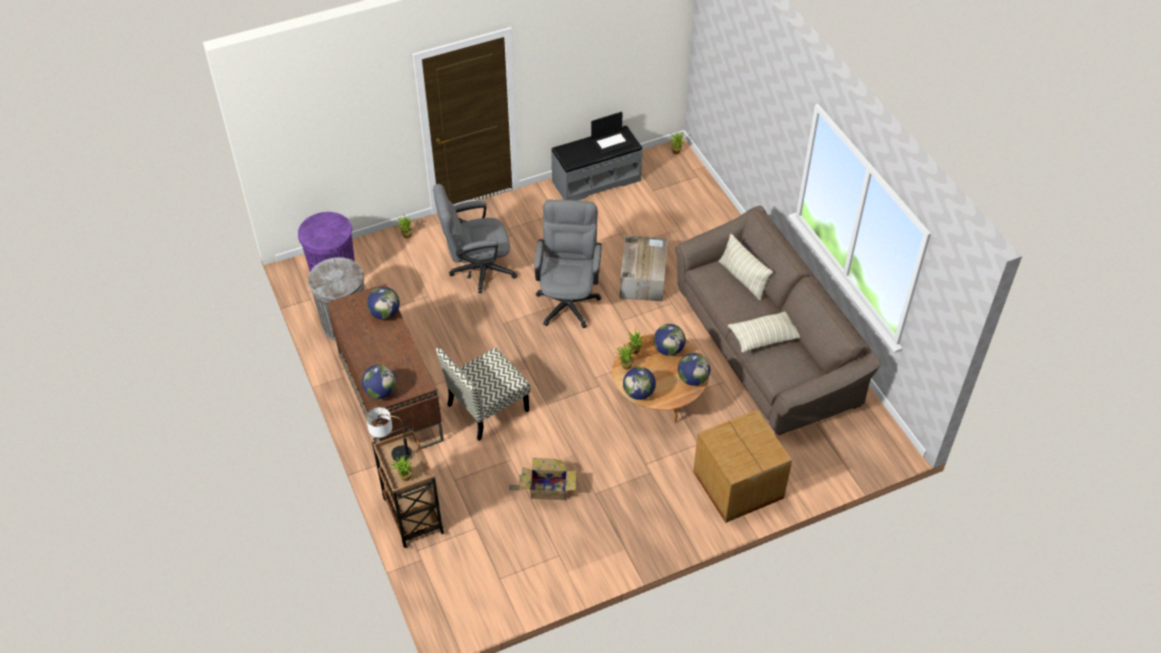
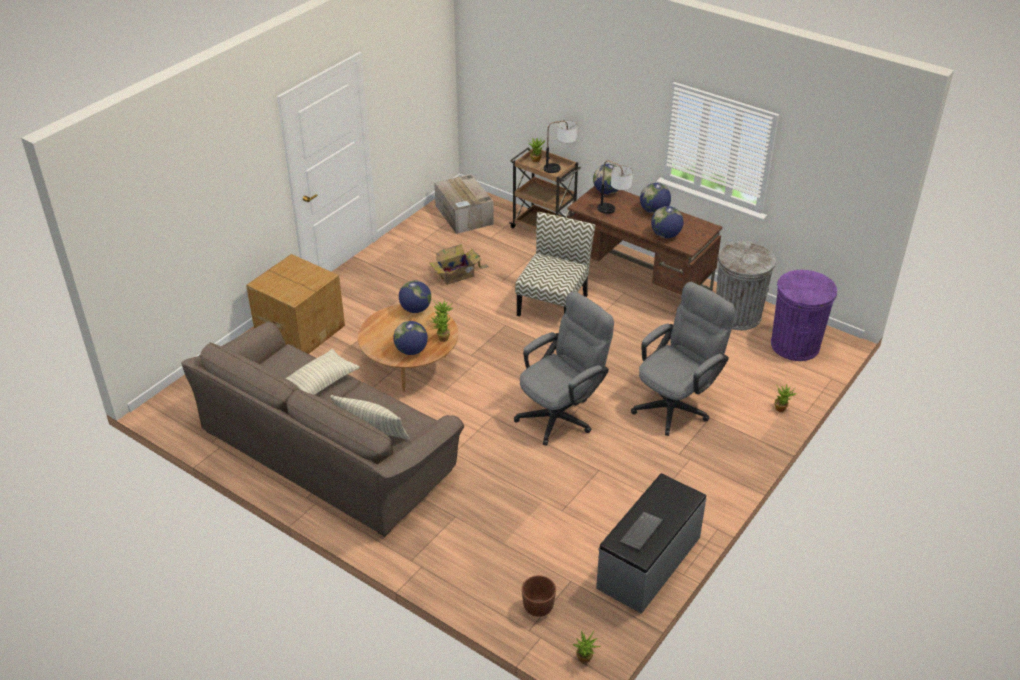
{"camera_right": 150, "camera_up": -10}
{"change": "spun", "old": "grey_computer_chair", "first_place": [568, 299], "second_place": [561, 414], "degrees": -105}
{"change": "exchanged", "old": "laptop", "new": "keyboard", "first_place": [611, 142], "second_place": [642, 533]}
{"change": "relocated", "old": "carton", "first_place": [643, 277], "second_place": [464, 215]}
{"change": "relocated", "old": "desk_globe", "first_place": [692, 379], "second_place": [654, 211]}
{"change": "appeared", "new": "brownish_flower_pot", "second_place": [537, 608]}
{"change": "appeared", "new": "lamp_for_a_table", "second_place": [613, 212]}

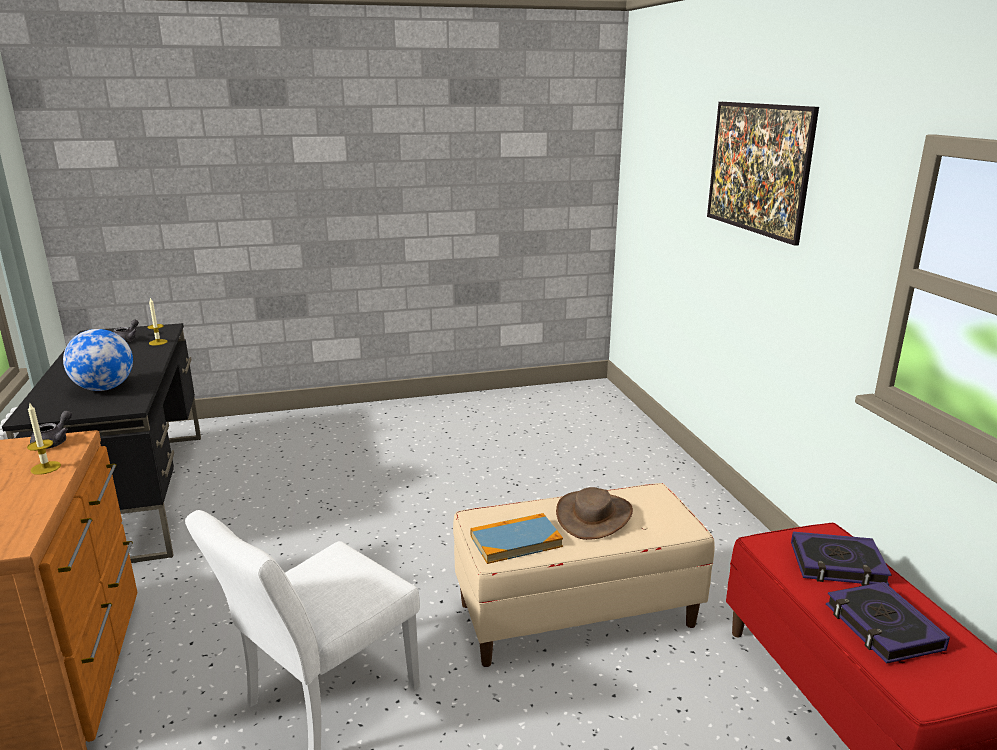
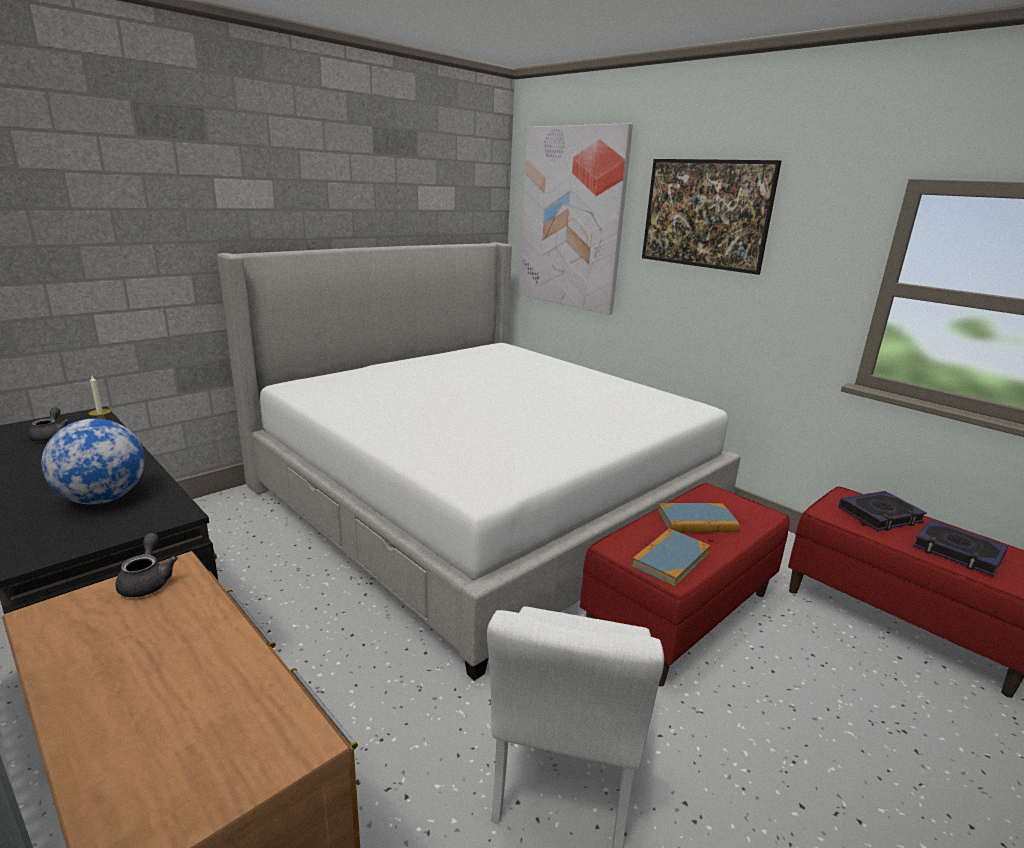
{"camera_right": -30, "camera_up": 0}
{"change": "missing", "old": "wax_light", "first_place": [46, 468]}
{"change": "colour", "old": "beige_bench", "new": "red-coloured_bench", "first_place": [576, 614], "second_place": [679, 613]}
{"change": "exchanged", "old": "brownish_wearable_hat", "new": "volume", "first_place": [594, 516], "second_place": [696, 521]}
{"change": "appeared", "new": "bedroom_bed", "second_place": [484, 501]}
{"change": "appeared", "new": "picture", "second_place": [571, 219]}

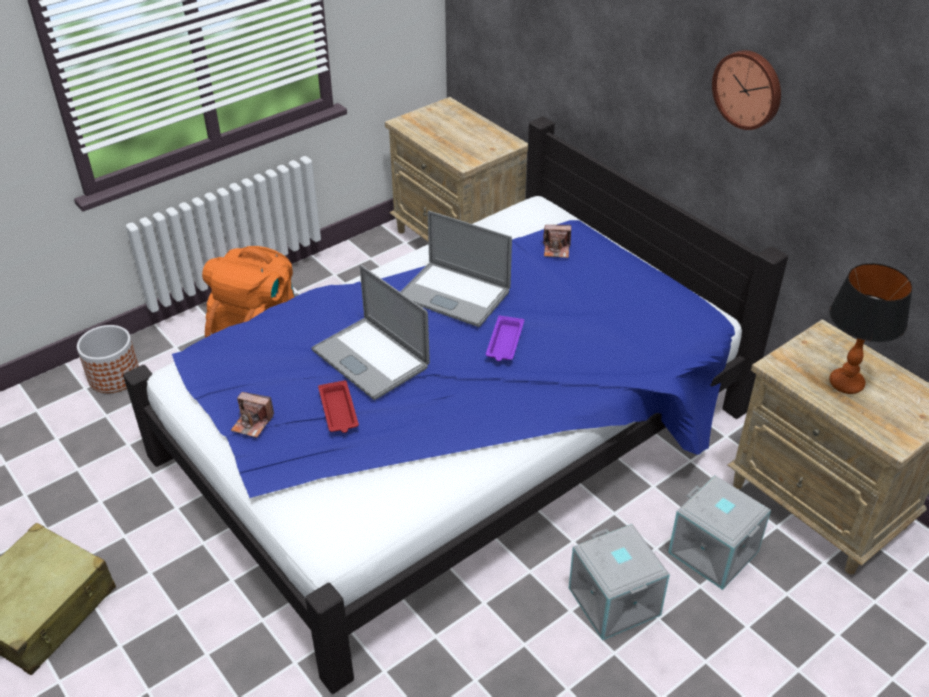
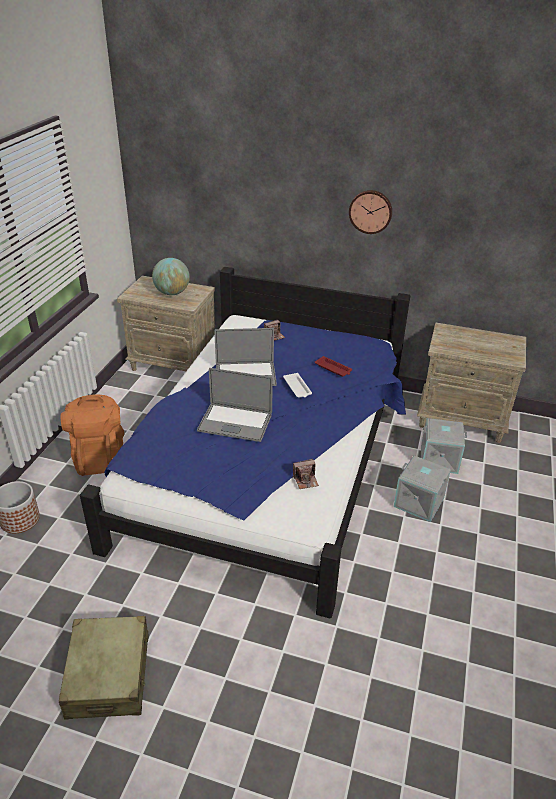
{"camera_right": -35, "camera_up": -5}
{"change": "relocated", "old": "photo_camera", "first_place": [252, 423], "second_place": [305, 480]}
{"change": "relocated", "old": "red-coloured_tray", "first_place": [338, 411], "second_place": [333, 369]}
{"change": "colour", "old": "purplish_tray", "new": "white-coloured_tray", "first_place": [504, 342], "second_place": [297, 388]}
{"change": "missing", "old": "lamp_for_a_table", "first_place": [846, 384]}
{"change": "appeared", "new": "desk_globe", "second_place": [172, 293]}

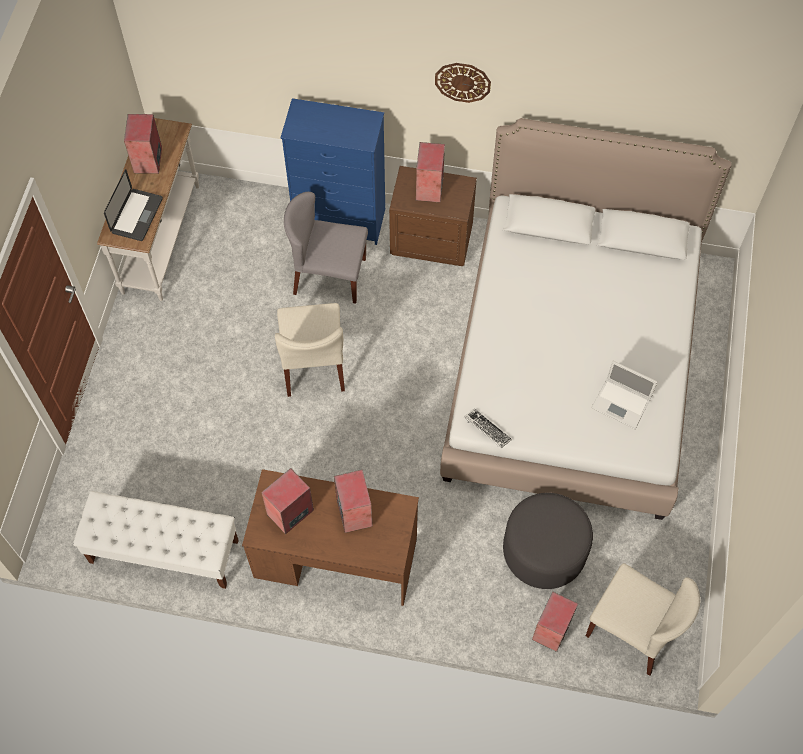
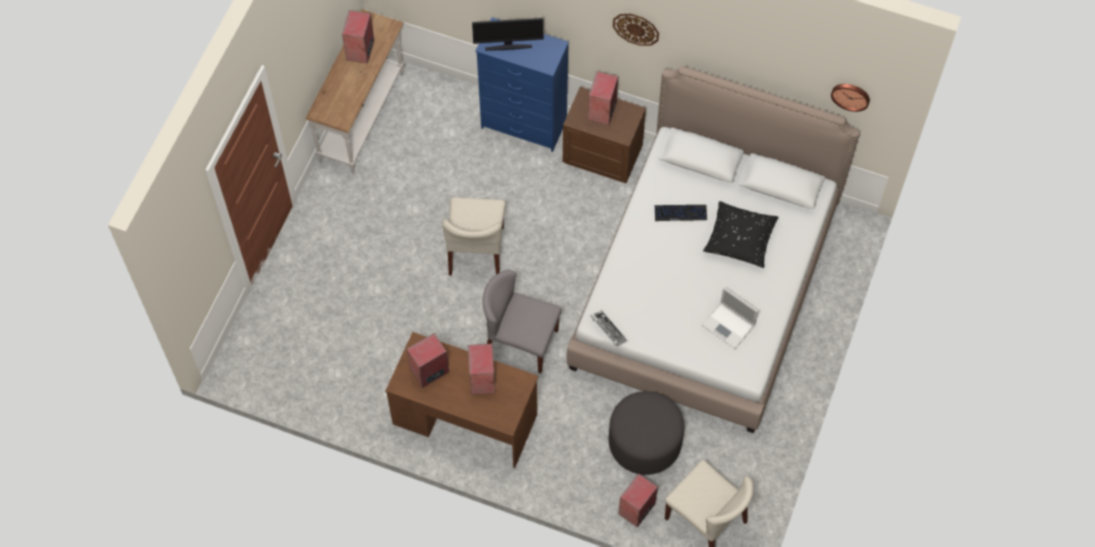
{"camera_right": 10, "camera_up": 0}
{"change": "missing", "old": "white-coloured_bench", "first_place": [163, 551]}
{"change": "missing", "old": "laptop", "first_place": [137, 215]}
{"change": "relocated", "old": "grey_chair", "first_place": [329, 276], "second_place": [520, 342]}
{"change": "appeared", "new": "computer_display", "second_place": [508, 46]}
{"change": "appeared", "new": "keyboard", "second_place": [680, 213]}
{"change": "appeared", "new": "black_pillow", "second_place": [740, 238]}
{"change": "appeared", "new": "wall_clock", "second_place": [851, 95]}

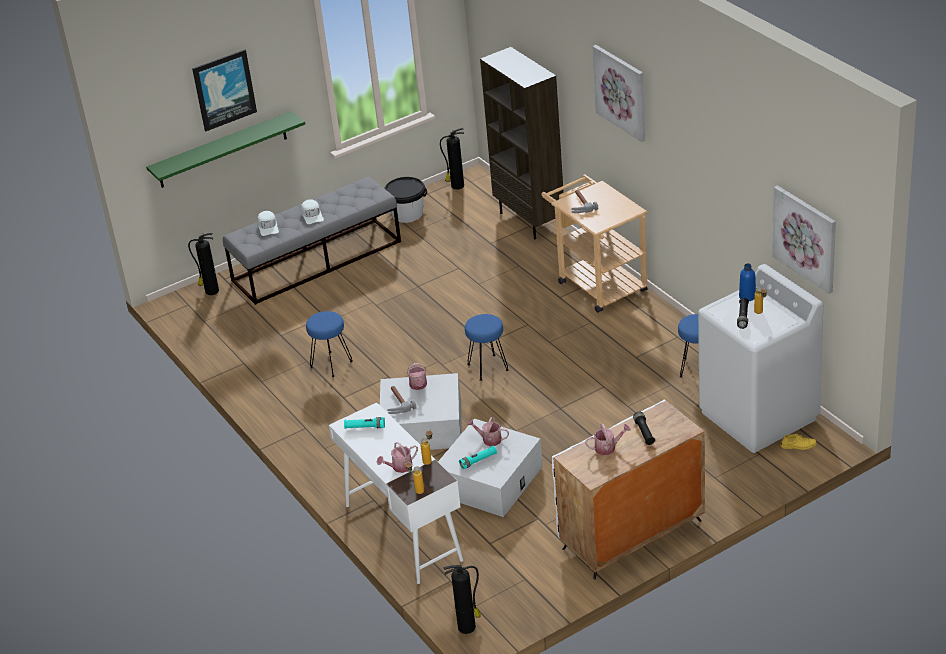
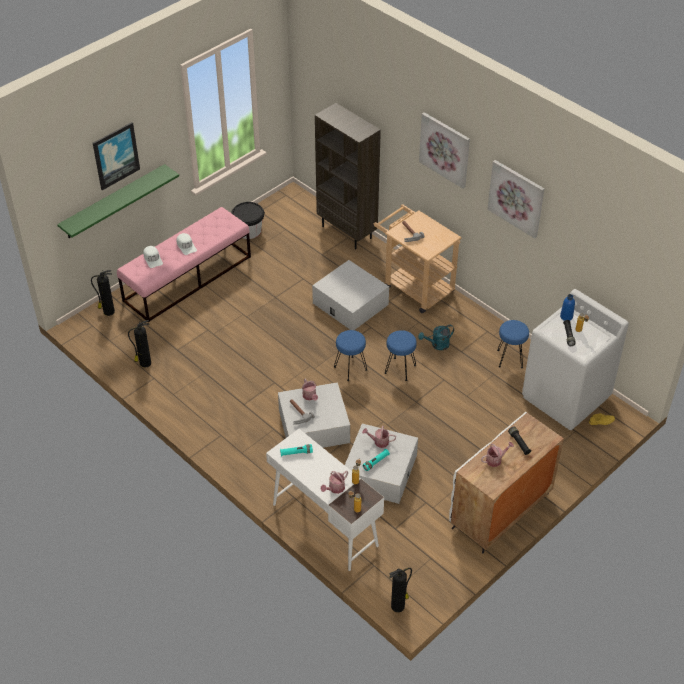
{"camera_right": -15, "camera_up": 10}
{"change": "colour", "old": "grey_bench", "new": "pinkish_bench", "first_place": [317, 261], "second_place": [188, 278]}
{"change": "relocated", "old": "blue-coloured_sitting_stool", "first_place": [331, 364], "second_place": [400, 369]}
{"change": "relocated", "old": "extinguisher", "first_place": [456, 186], "second_place": [144, 363]}
{"change": "relocated", "old": "picture", "first_place": [805, 238], "second_place": [516, 198]}
{"change": "appeared", "new": "white-coloured_storage_bin", "second_place": [350, 304]}
{"change": "appeared", "new": "turquoise-coloured_watering_pot", "second_place": [437, 345]}

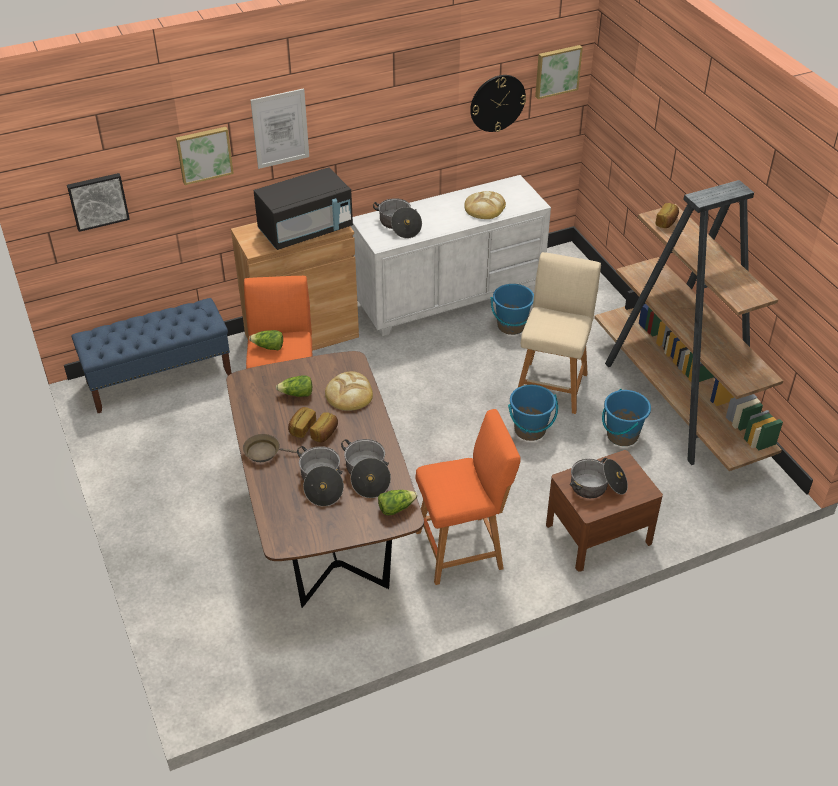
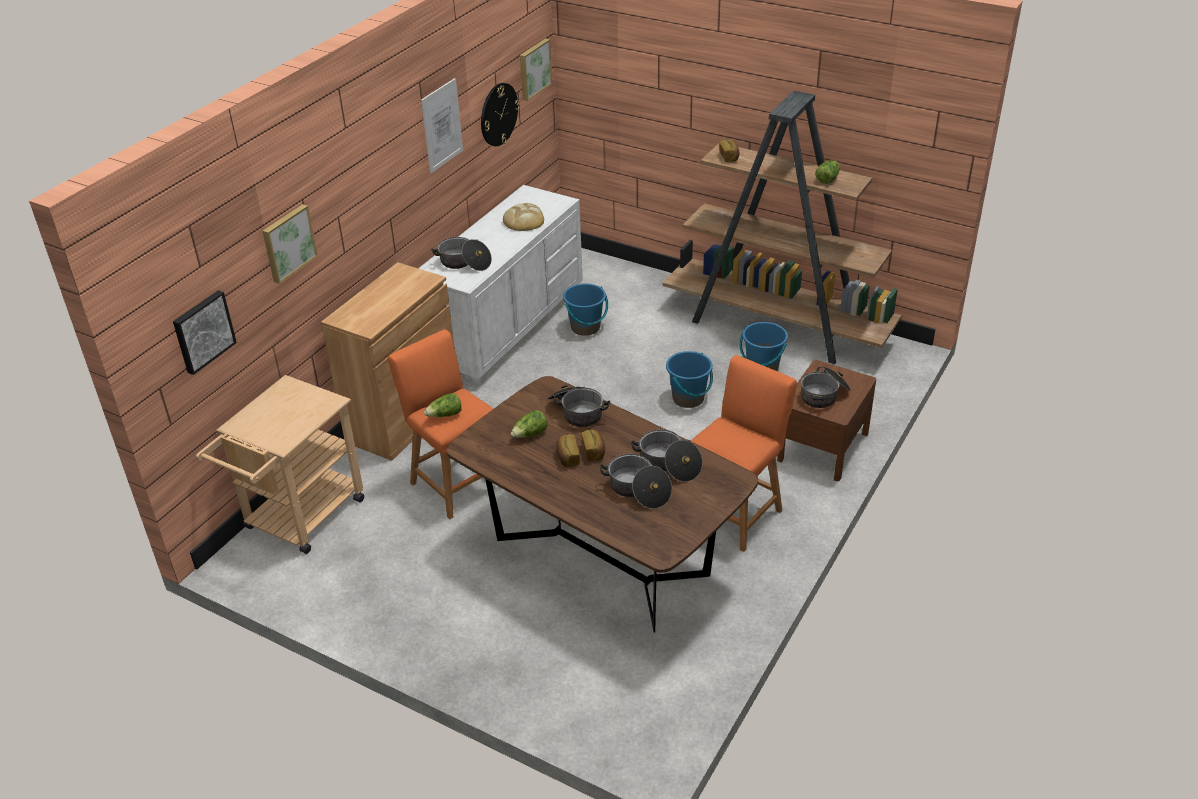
{"camera_right": -35, "camera_up": -5}
{"change": "exchanged", "old": "blue-coloured_bench", "new": "beige_trolley", "first_place": [159, 378], "second_place": [298, 520]}
{"change": "missing", "old": "brownish_frying_pan", "first_place": [265, 452]}
{"change": "relocated", "old": "picture", "first_place": [280, 128], "second_place": [442, 125]}
{"change": "missing", "old": "black_microwave", "first_place": [306, 230]}
{"change": "exchanged", "old": "baked_bread", "new": "saucepot", "first_place": [349, 394], "second_place": [577, 412]}
{"change": "relocated", "old": "head_of_lettuce", "first_place": [396, 508], "second_place": [827, 179]}
{"change": "missing", "old": "beige_sitting_stool", "first_place": [552, 384]}

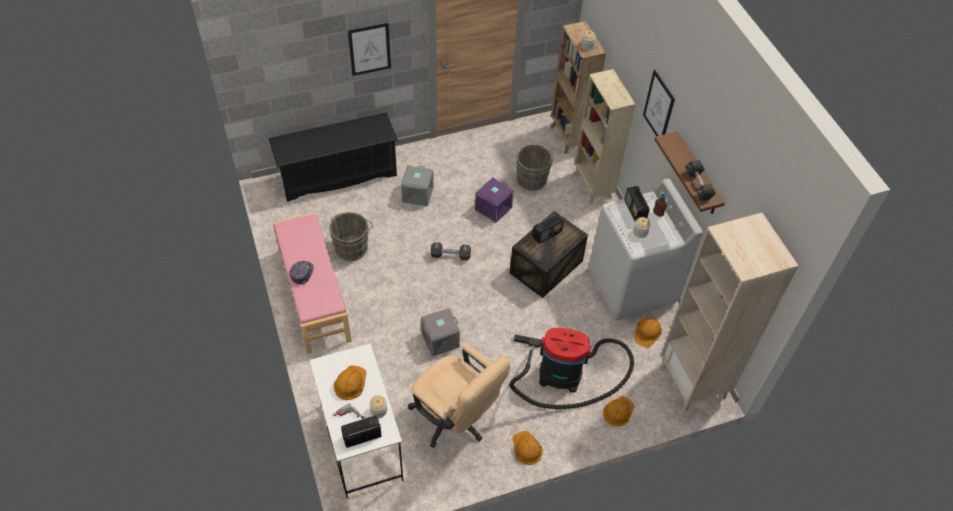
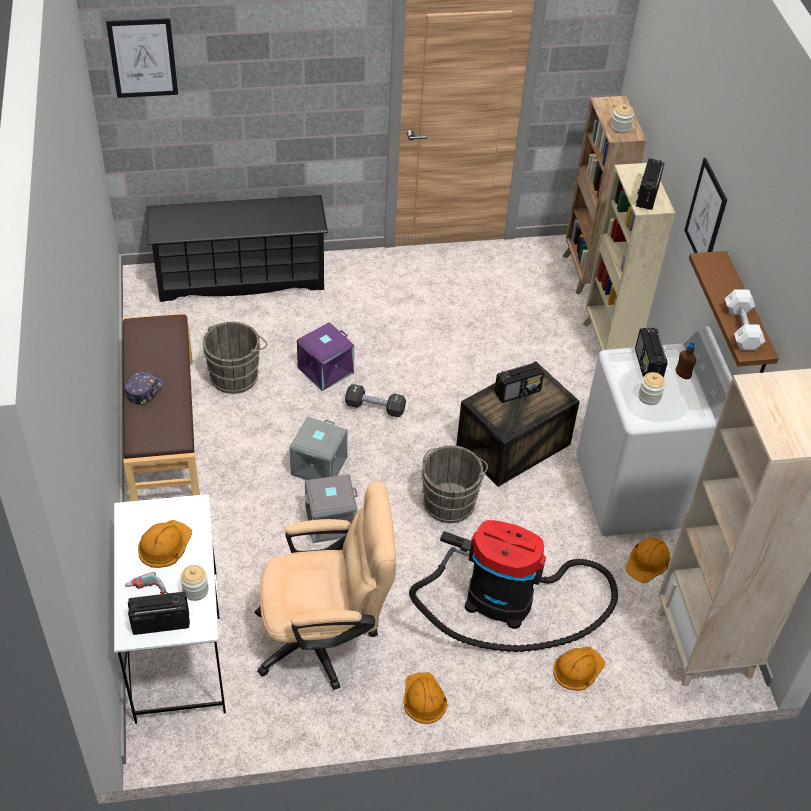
{"camera_right": 10, "camera_up": -5}
{"change": "colour", "old": "pinkish_bench", "new": "brownish_bench", "first_place": [313, 295], "second_place": [163, 431]}
{"change": "relocated", "old": "picture", "first_place": [369, 49], "second_place": [143, 58]}
{"change": "relocated", "old": "grey_storage_bin", "first_place": [417, 194], "second_place": [318, 465]}
{"change": "spun", "old": "beige_computer_chair", "first_place": [455, 420], "second_place": [326, 638], "degrees": -60}
{"change": "relocated", "old": "purplish_storage_bin", "first_place": [493, 208], "second_place": [325, 369]}
{"change": "relocated", "old": "grey_bucket", "first_place": [532, 178], "second_place": [450, 500]}
{"change": "colour", "old": "black_hand_weight", "new": "white-coloured_hand_weight", "first_place": [698, 185], "second_place": [741, 328]}
{"change": "appeared", "new": "radio", "second_place": [647, 196]}

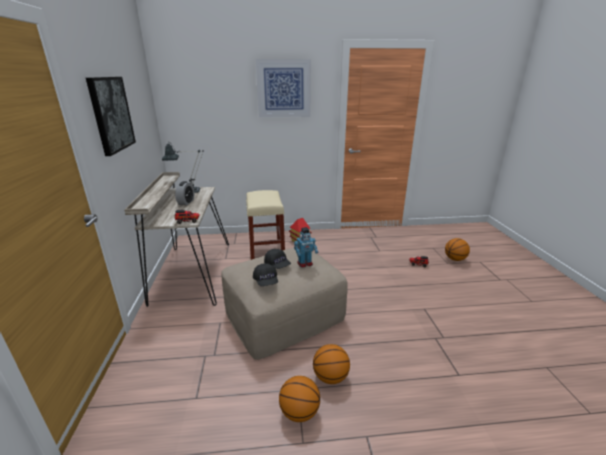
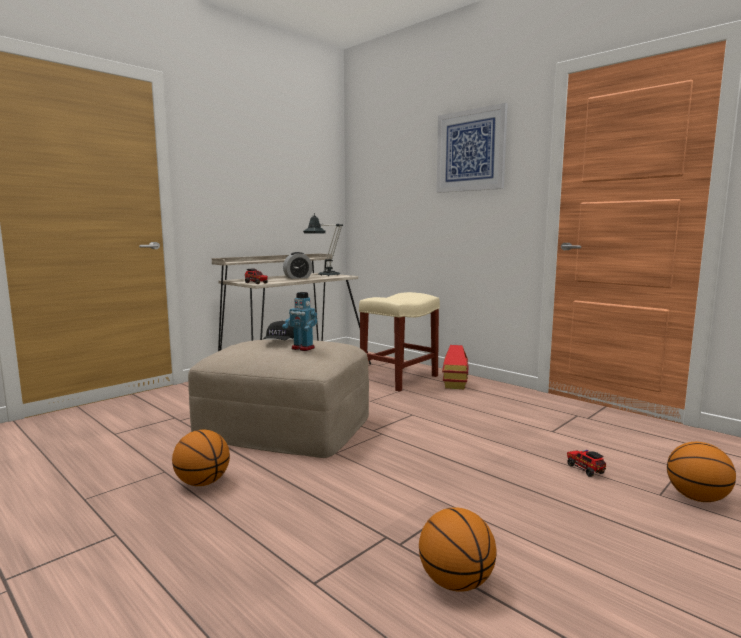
{"camera_right": 50, "camera_up": -15}
{"change": "missing", "old": "picture", "first_place": [111, 114]}
{"change": "missing", "old": "black_peaked_cap", "first_place": [266, 281]}
{"change": "relocated", "old": "basketball_ball", "first_place": [299, 412], "second_place": [455, 582]}

